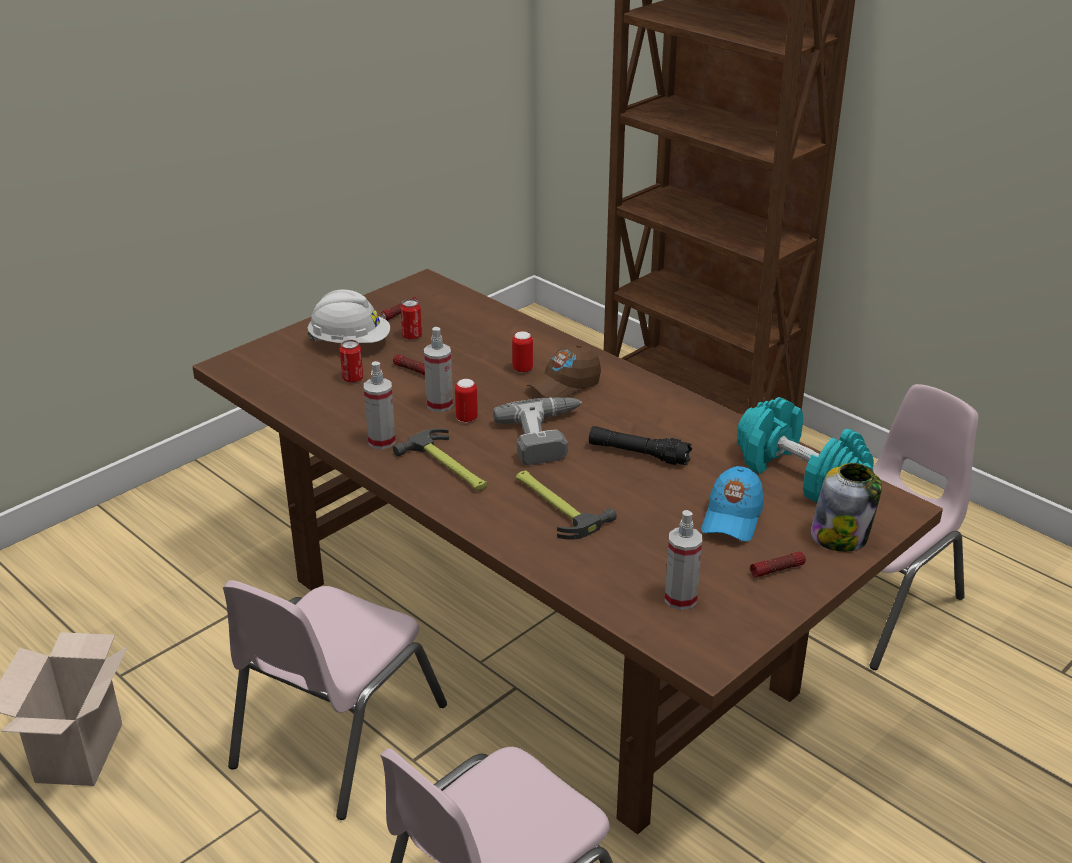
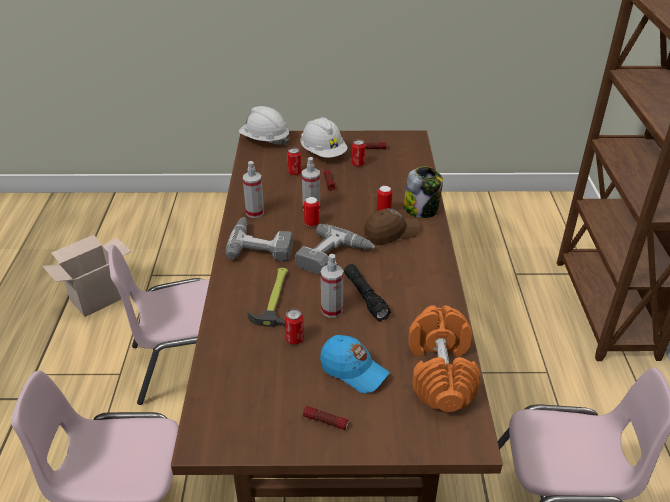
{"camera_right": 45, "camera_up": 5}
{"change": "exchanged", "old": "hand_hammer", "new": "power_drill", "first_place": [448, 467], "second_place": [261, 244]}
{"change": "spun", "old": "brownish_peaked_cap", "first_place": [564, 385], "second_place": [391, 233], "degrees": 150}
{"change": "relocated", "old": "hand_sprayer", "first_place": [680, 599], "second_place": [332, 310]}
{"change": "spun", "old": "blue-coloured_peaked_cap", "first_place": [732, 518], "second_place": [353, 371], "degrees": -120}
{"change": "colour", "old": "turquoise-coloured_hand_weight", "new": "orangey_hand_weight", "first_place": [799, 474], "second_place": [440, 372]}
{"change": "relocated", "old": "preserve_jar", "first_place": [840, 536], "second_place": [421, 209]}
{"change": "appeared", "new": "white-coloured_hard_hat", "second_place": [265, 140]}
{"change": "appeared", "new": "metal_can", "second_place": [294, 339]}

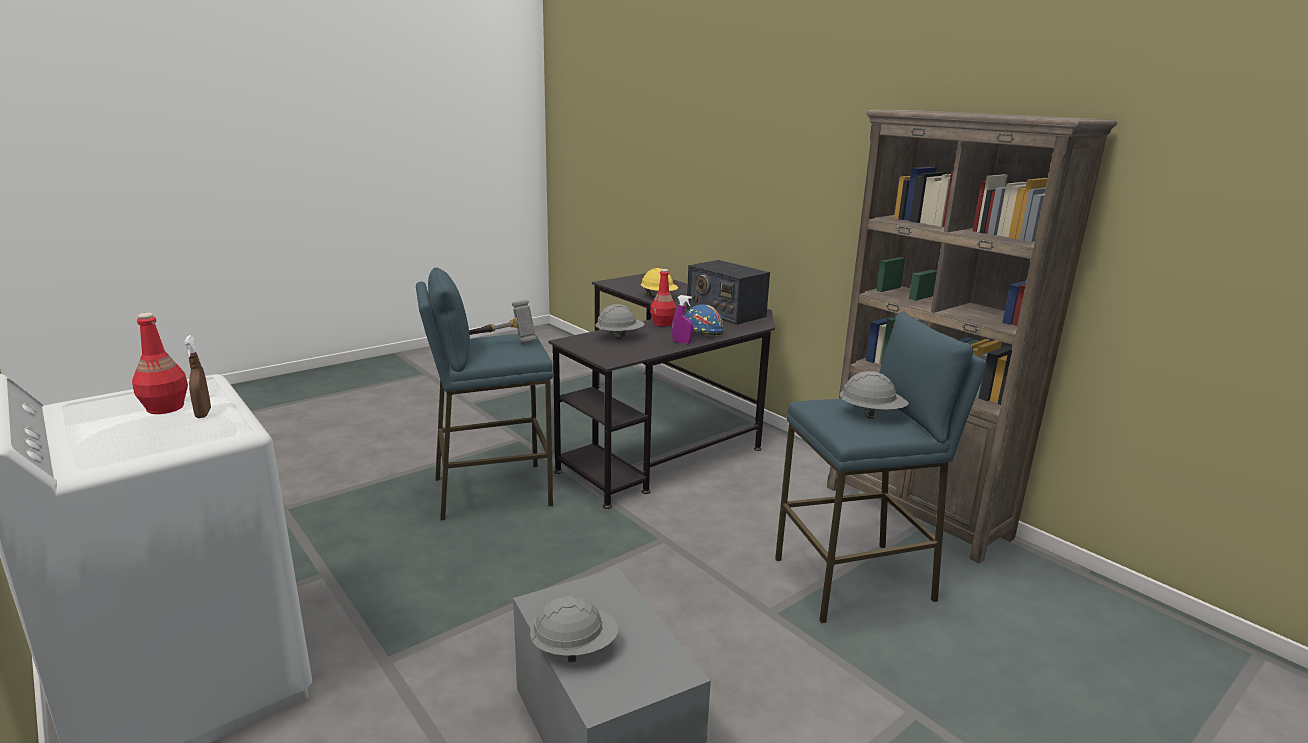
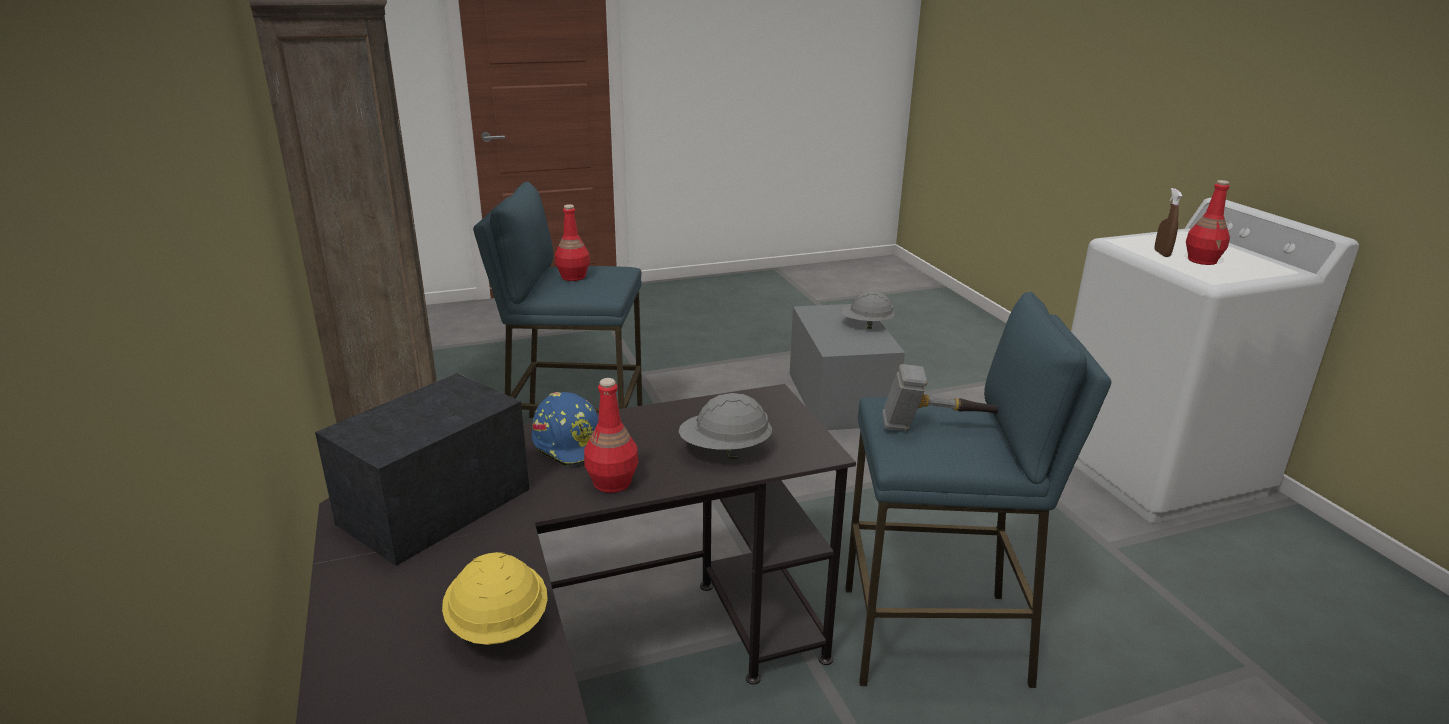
{"camera_right": -160, "camera_up": 5}
{"change": "missing", "old": "purplish_hand_sprayer", "first_place": [681, 342]}
{"change": "spun", "old": "radio", "first_place": [725, 312], "second_place": [436, 505], "degrees": -120}
{"change": "exchanged", "old": "grey_hard_hat", "new": "red-coloured_bottle", "first_place": [871, 414], "second_place": [573, 277]}

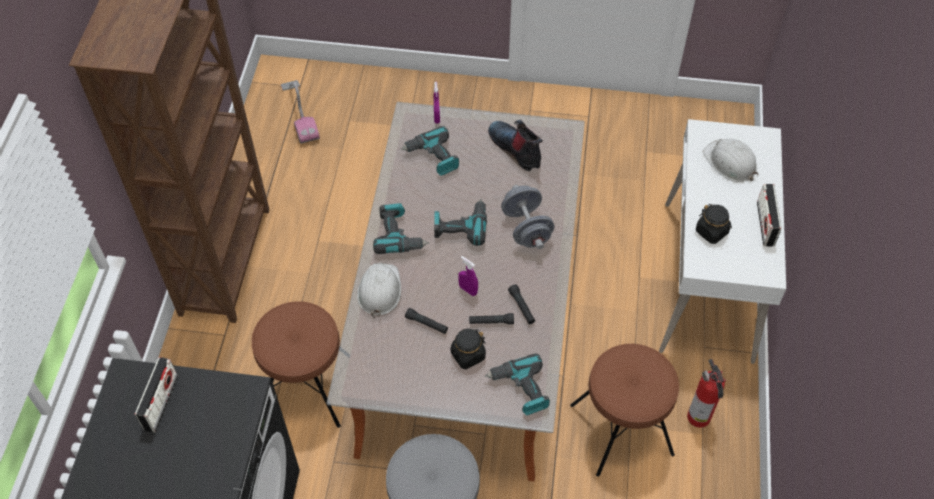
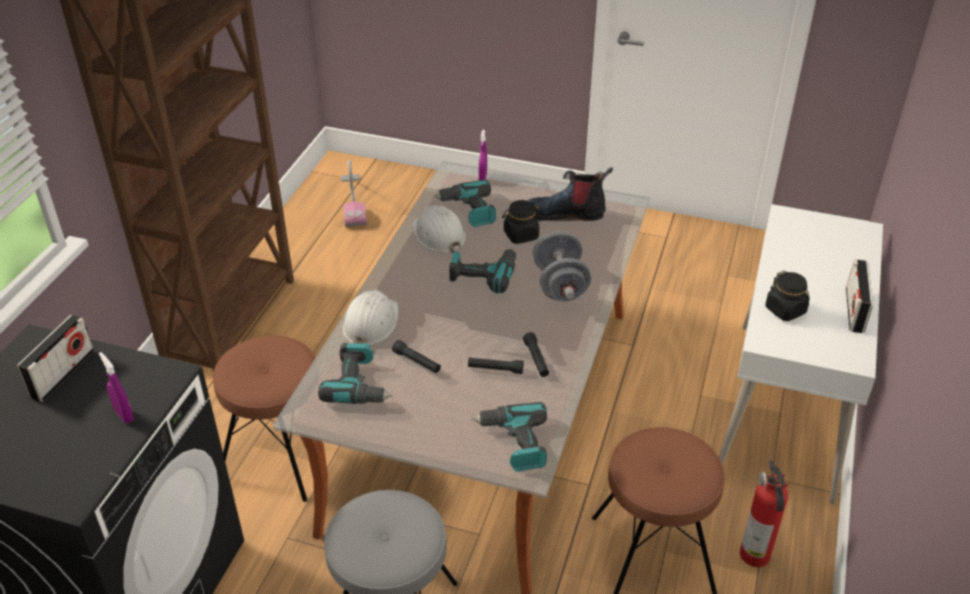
{"camera_right": 10, "camera_up": -15}
{"change": "relocated", "old": "power_drill", "first_place": [399, 235], "second_place": [359, 384]}
{"change": "relocated", "old": "black_preserve_jar", "first_place": [467, 355], "second_place": [520, 235]}
{"change": "relocated", "old": "purplish_hand_sprayer", "first_place": [468, 290], "second_place": [124, 415]}
{"change": "spun", "old": "boot", "first_place": [516, 149], "second_place": [565, 213], "degrees": -60}
{"change": "relocated", "old": "white-coloured_hard_hat", "first_place": [730, 163], "second_place": [438, 235]}

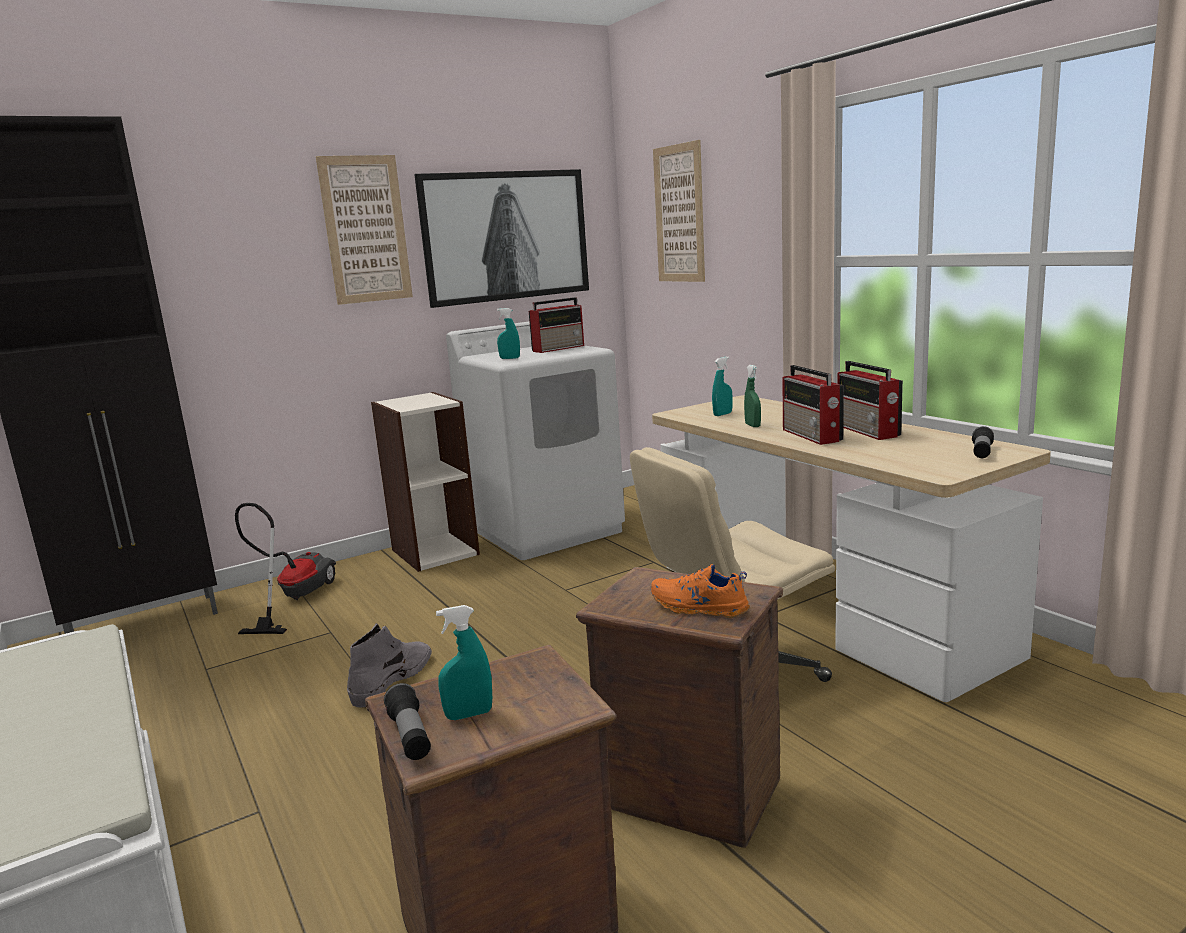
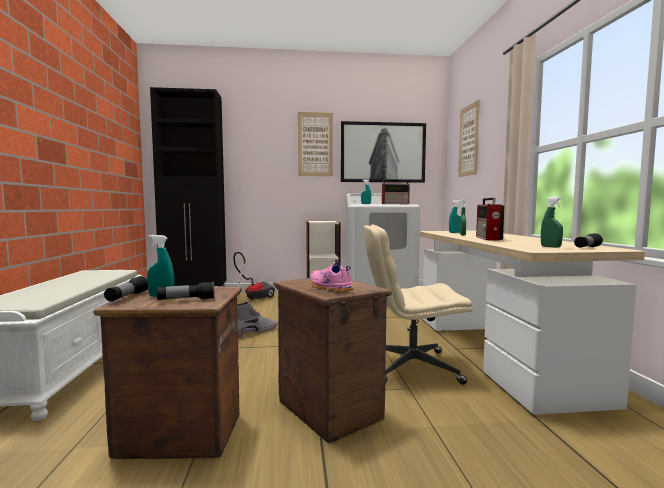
{"camera_right": 25, "camera_up": -10}
{"change": "colour", "old": "orangey_shoe", "new": "pinkish_shoe", "first_place": [698, 608], "second_place": [329, 288]}
{"change": "missing", "old": "radio", "first_place": [868, 431]}
{"change": "appeared", "new": "flashlight", "second_place": [187, 300]}
{"change": "appeared", "new": "green_hand_sprayer", "second_place": [550, 247]}

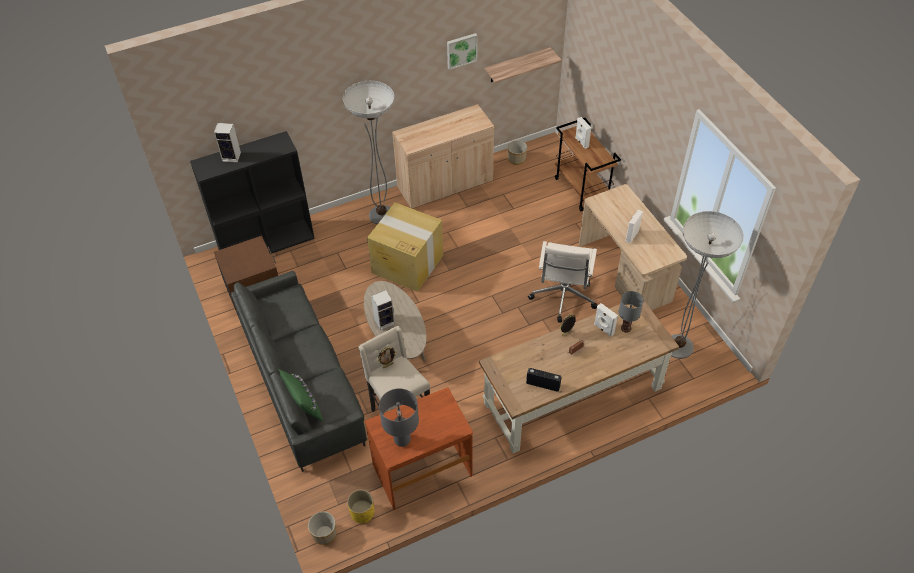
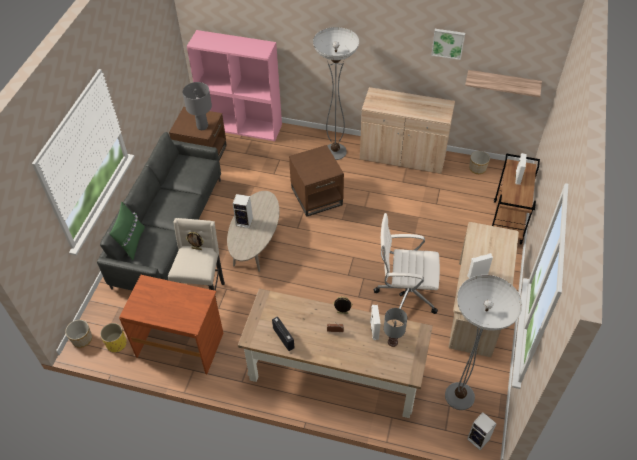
{"camera_right": 40, "camera_up": 0}
{"change": "colour", "old": "black_bookshelf", "new": "pinkish_bookshelf", "first_place": [267, 243], "second_place": [242, 126]}
{"change": "relocated", "old": "speaker", "first_place": [232, 156], "second_place": [479, 439]}
{"change": "exchanged", "old": "carton", "new": "brownish_end_table", "first_place": [407, 264], "second_place": [317, 196]}
{"change": "relocated", "old": "grey_lamp_for_a_table", "first_place": [402, 440], "second_place": [202, 126]}
{"change": "spun", "old": "white-coloured_computer_chair", "first_place": [562, 297], "second_place": [405, 293], "degrees": 45}

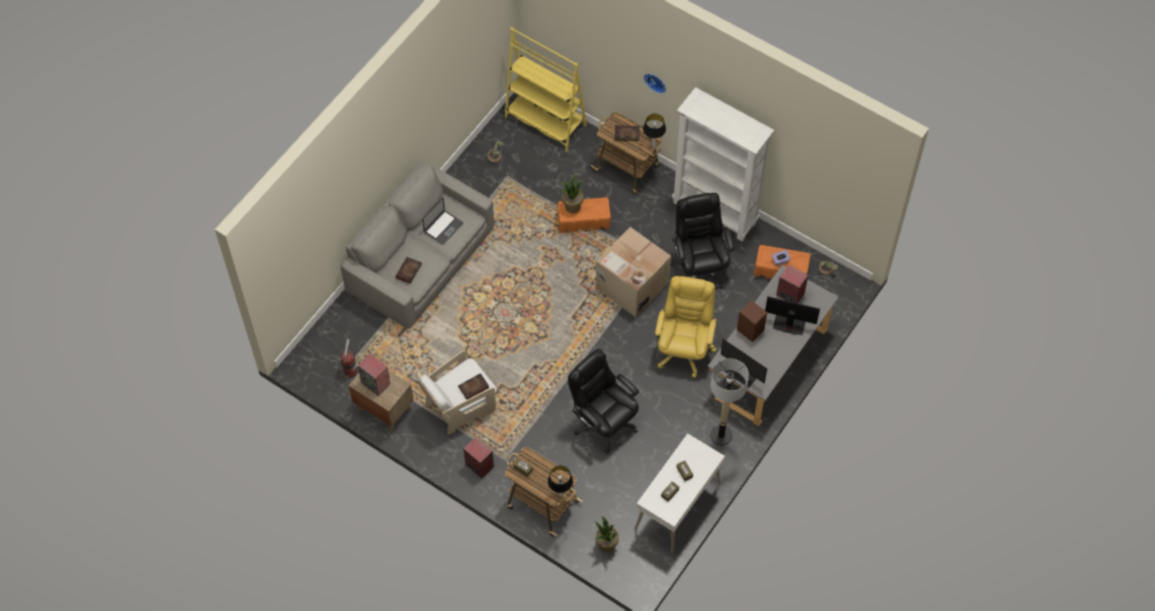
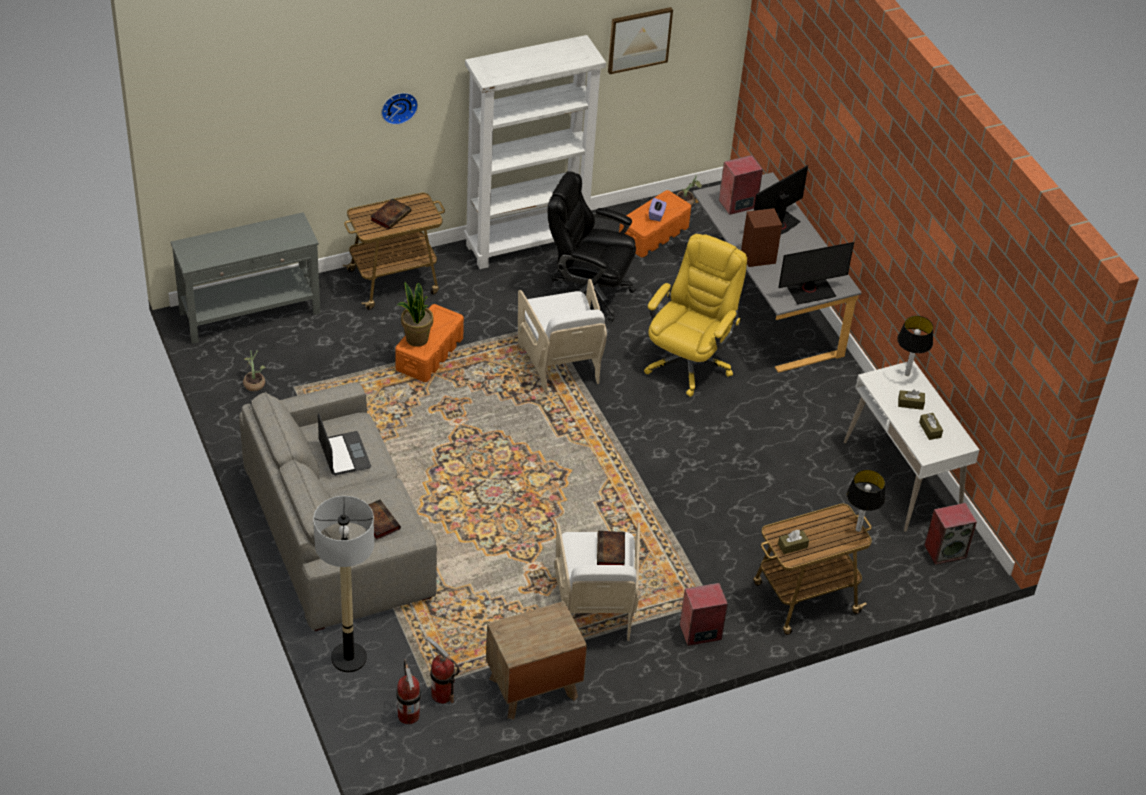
{"camera_right": -60, "camera_up": -15}
{"change": "relocated", "old": "speaker", "first_place": [376, 383], "second_place": [945, 551]}
{"change": "exchanged", "old": "yellow_bookshelf", "new": "grey_hall_table", "first_place": [545, 121], "second_place": [251, 313]}
{"change": "missing", "old": "black_computer_chair", "first_place": [603, 422]}
{"change": "missing", "old": "houseplant", "first_place": [606, 545]}
{"change": "exchanged", "old": "carton", "new": "white-coloured_armchair", "first_place": [631, 285], "second_place": [560, 361]}
{"change": "relocated", "old": "lamp_for_a_table", "first_place": [653, 146], "second_place": [907, 374]}
{"change": "spun", "old": "yellow_computer_chair", "first_place": [684, 349], "second_place": [689, 362], "degrees": 75}
{"change": "relocated", "old": "floor_lamp", "first_place": [721, 435], "second_place": [348, 658]}
{"change": "appeared", "new": "extinguisher", "second_place": [408, 715]}
{"change": "appeared", "new": "picture", "second_place": [639, 39]}

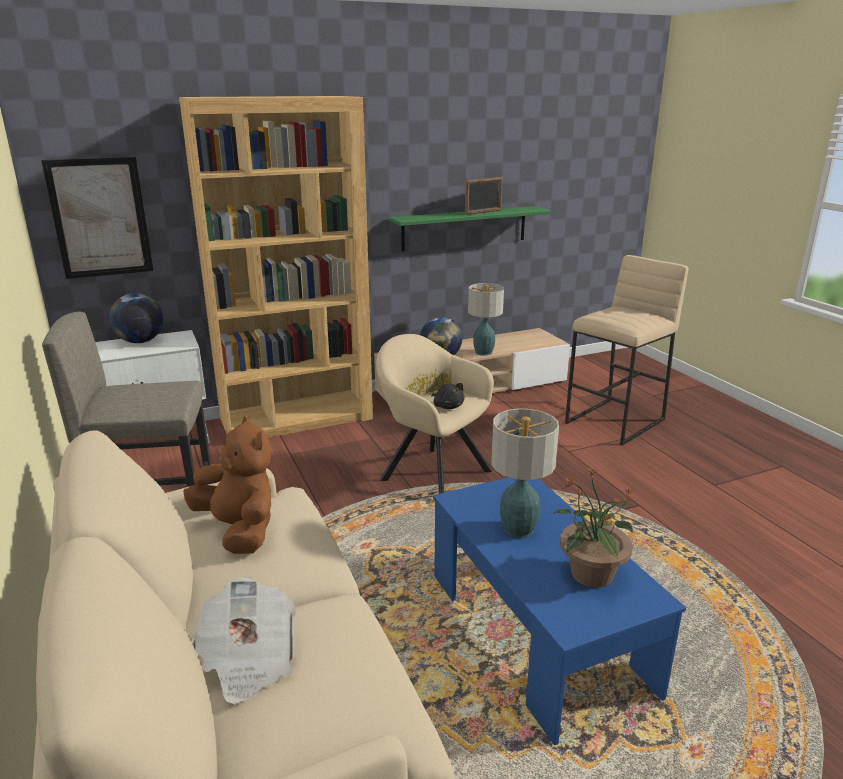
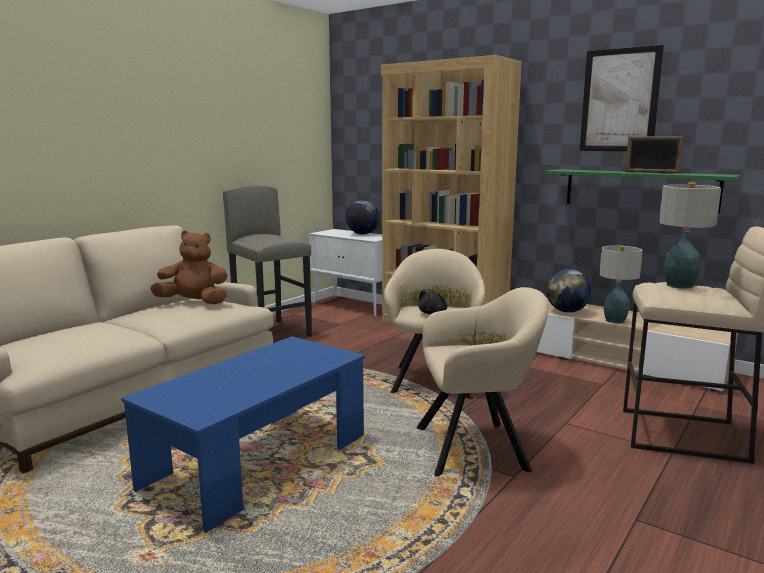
{"camera_right": 60, "camera_up": -10}
{"change": "relocated", "old": "picture", "first_place": [100, 218], "second_place": [619, 100]}
{"change": "spun", "old": "brownish_plush_toy", "first_place": [239, 530], "second_place": [194, 303], "degrees": -105}
{"change": "missing", "old": "daily_paper", "first_place": [248, 660]}
{"change": "relocated", "old": "lamp_for_a_table", "first_place": [518, 530], "second_place": [679, 285]}
{"change": "missing", "old": "houseplant", "first_place": [591, 574]}
{"change": "appeared", "new": "beige_armchair", "second_place": [477, 448]}

